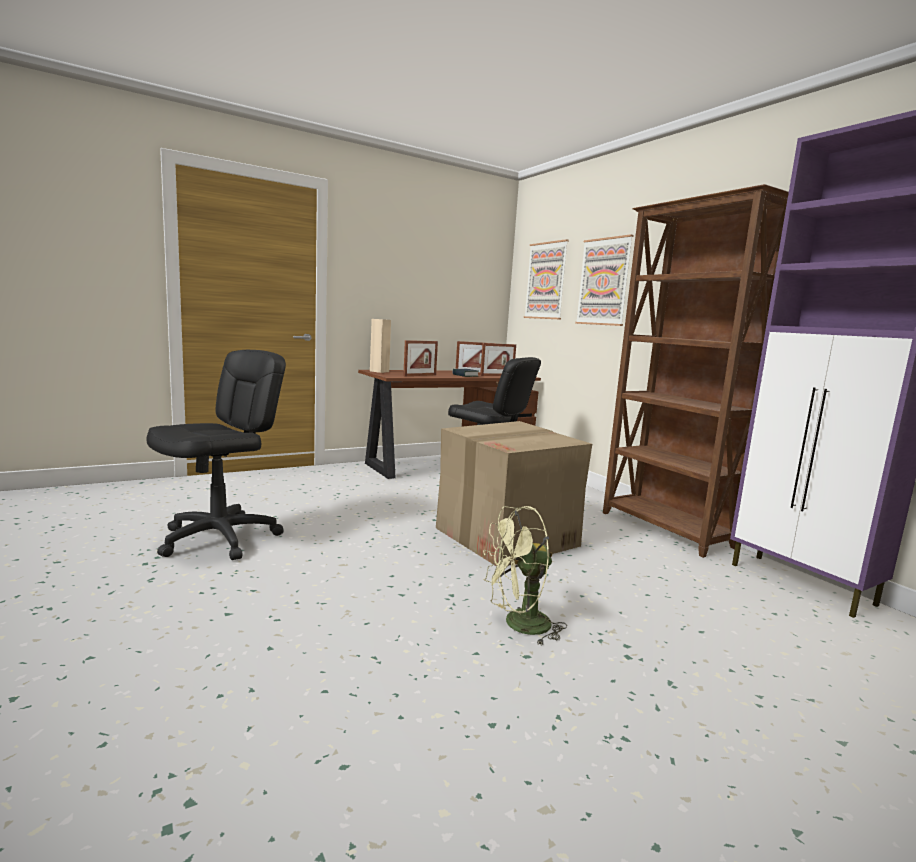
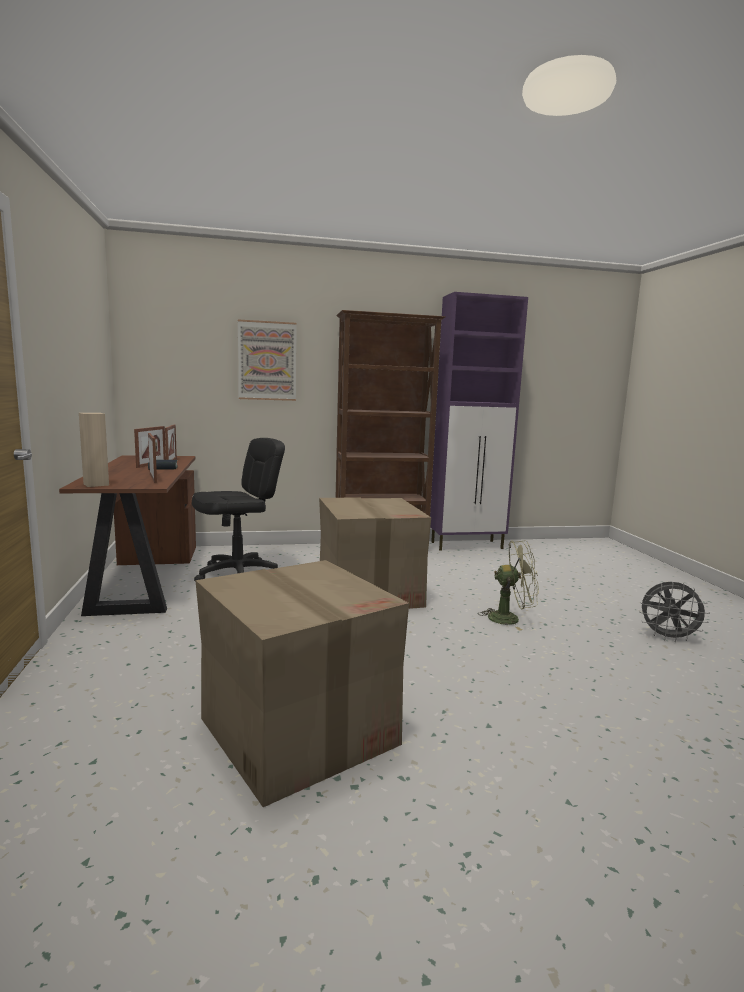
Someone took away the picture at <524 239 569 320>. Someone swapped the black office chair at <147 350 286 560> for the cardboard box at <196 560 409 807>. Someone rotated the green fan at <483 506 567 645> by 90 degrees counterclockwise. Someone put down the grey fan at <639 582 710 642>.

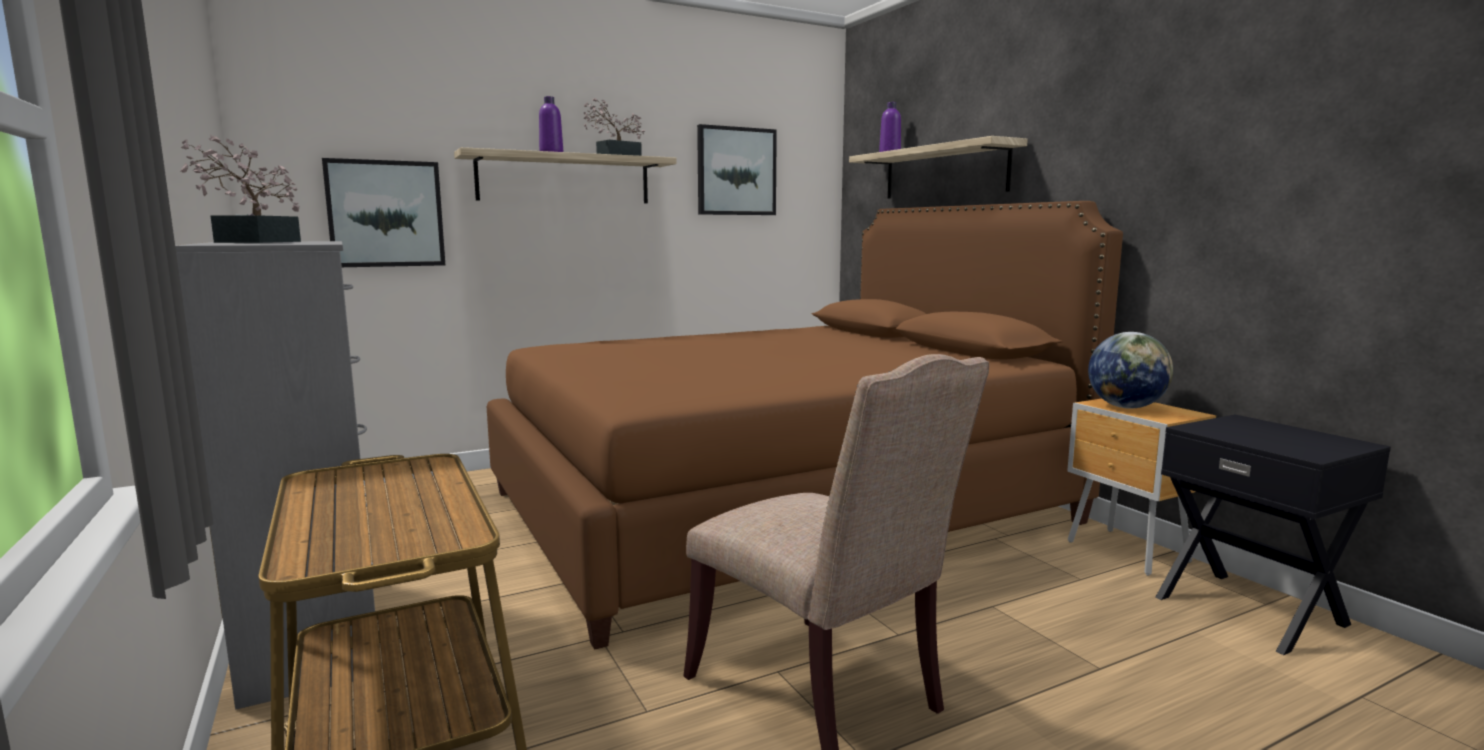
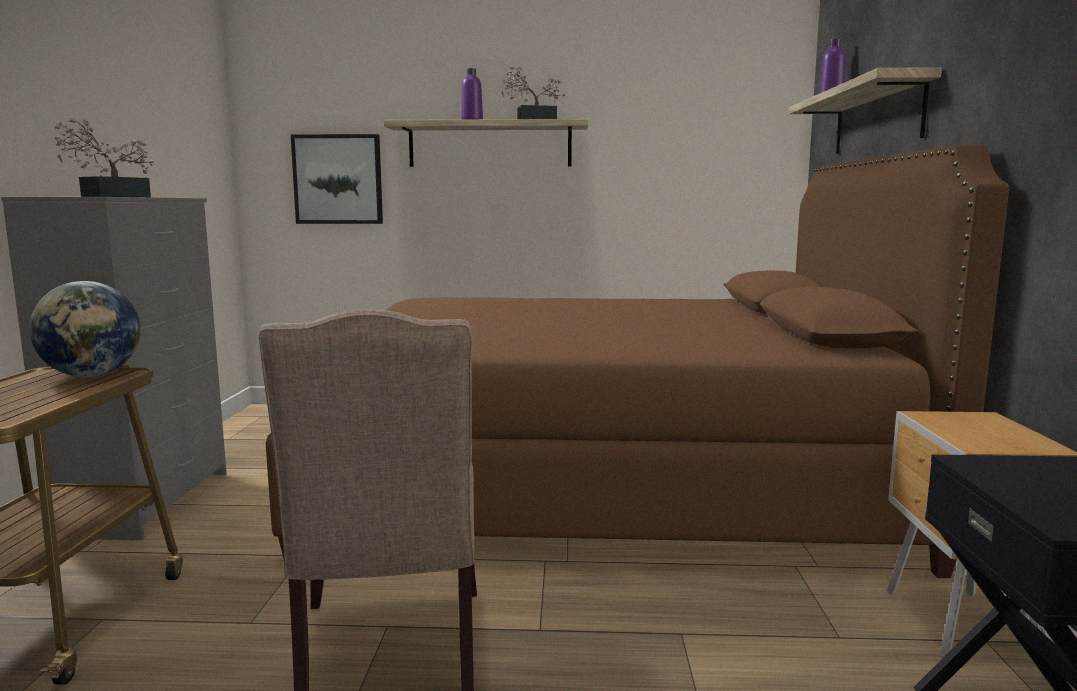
Someone took away the picture at <697 124 777 215>. Someone carried the globe from <1088 332 1173 409> to <29 281 141 377>.

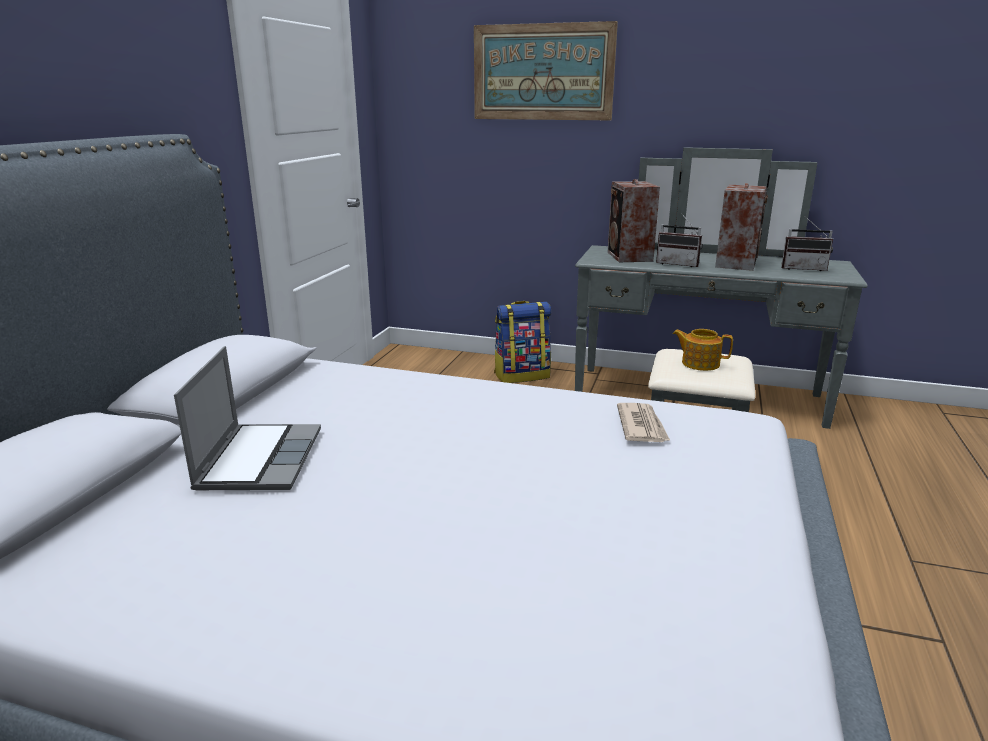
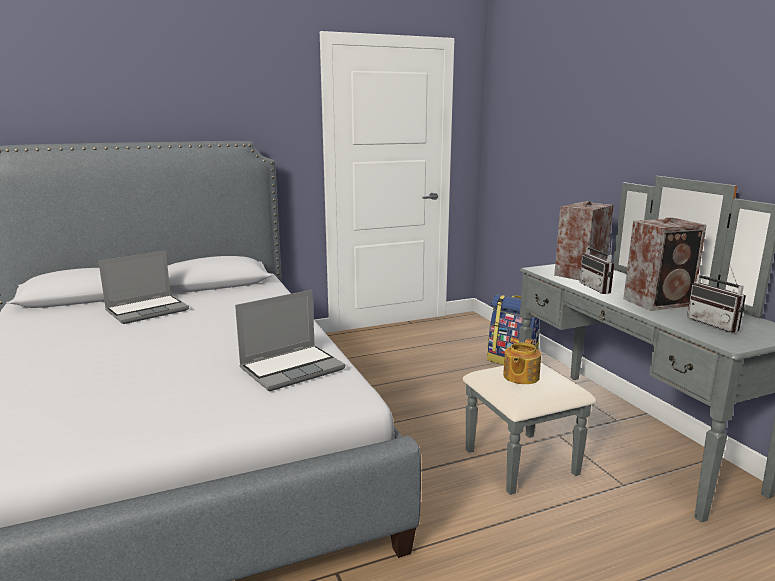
Someone took away the picture at <474 21 618 120>. Someone rotated the teapot at <673 329 733 371> by 135 degrees counterclockwise. Someone swapped the newspaper at <617 403 670 442> for the laptop at <235 290 346 391>.

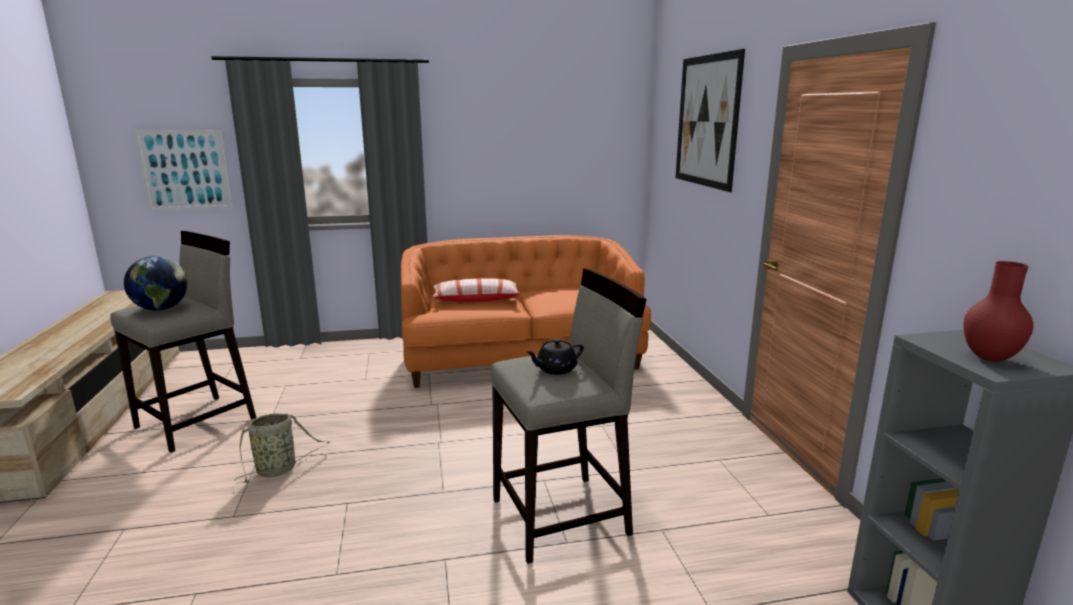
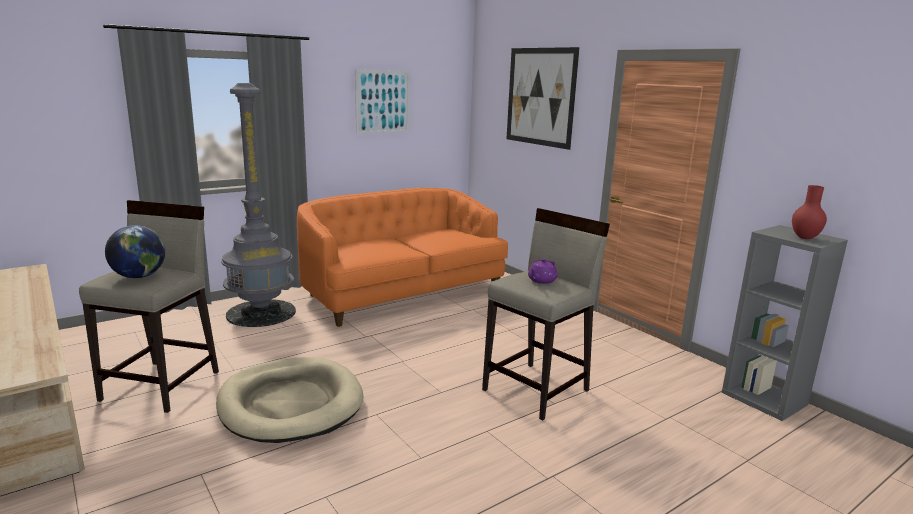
Someone carried the picture from <134 130 232 210> to <355 70 410 134>. Someone took away the pillow at <433 279 521 302>. Someone repainted the black teapot at <526 339 583 375>, which became the purple teapot at <528 259 557 284>. Someone swapped the basket at <234 413 330 483> for the beige dog bed at <216 357 363 443>. Someone put down the grey floor lamp at <221 83 296 327>.

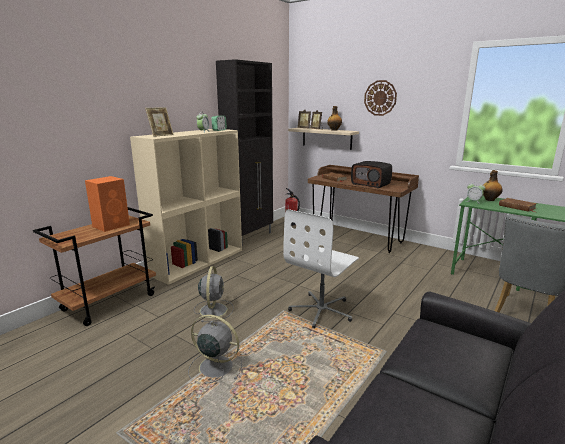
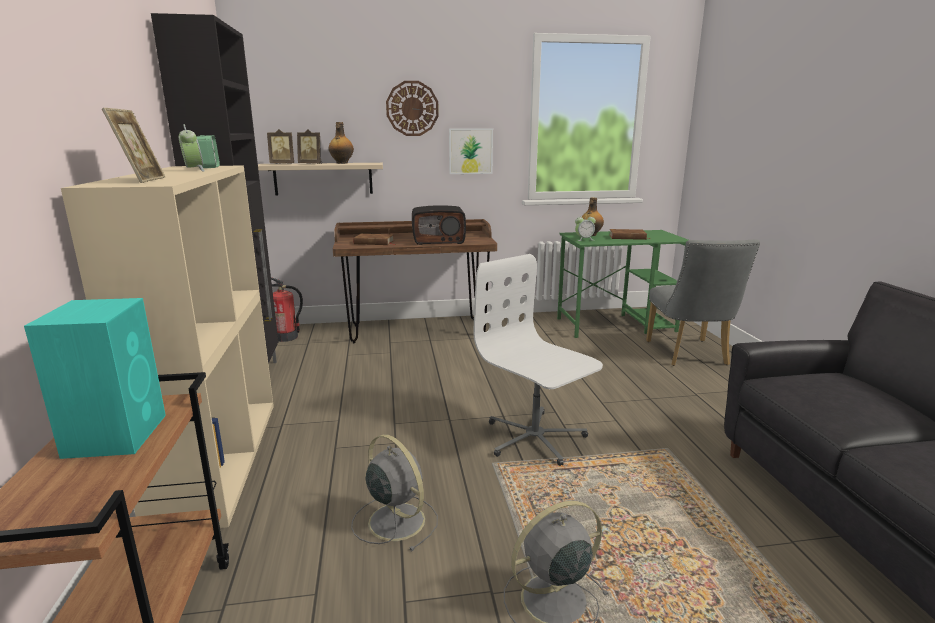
Someone repainted the orange speaker at <85 176 130 232>, which became the turquoise speaker at <24 298 166 459>. Someone rotated the white office chair at <283 209 359 328> by 150 degrees clockwise. Someone put up the picture at <449 128 493 174>.

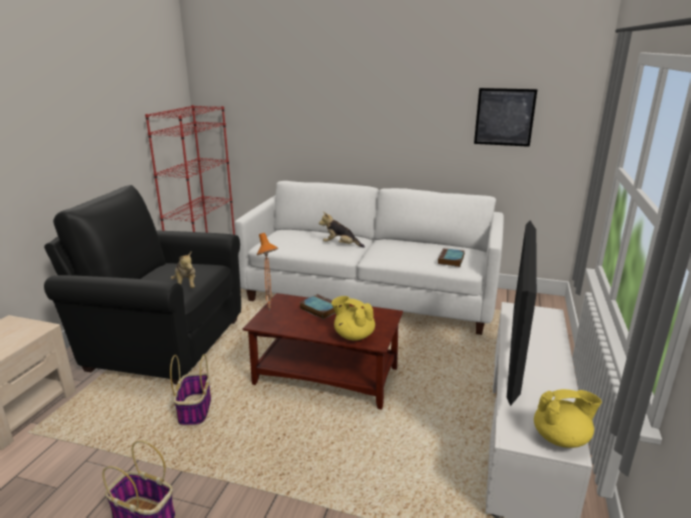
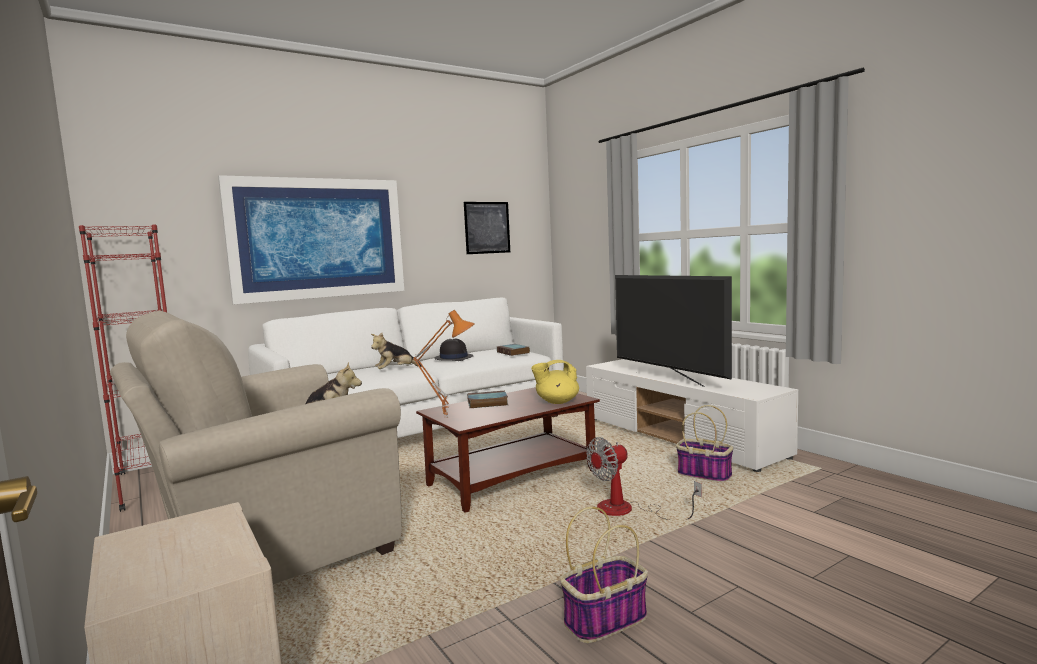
Someone repainted the black armchair at <44 185 241 385>, which became the beige armchair at <110 310 402 584>. Someone carried the basket from <170 354 211 426> to <676 405 733 482>. Someone took away the yellow teapot at <534 389 602 448>. Someone put up the picture at <218 175 404 304>. Someone put down the black hat at <434 339 473 361>. Someone put down the fan at <586 437 702 520>.

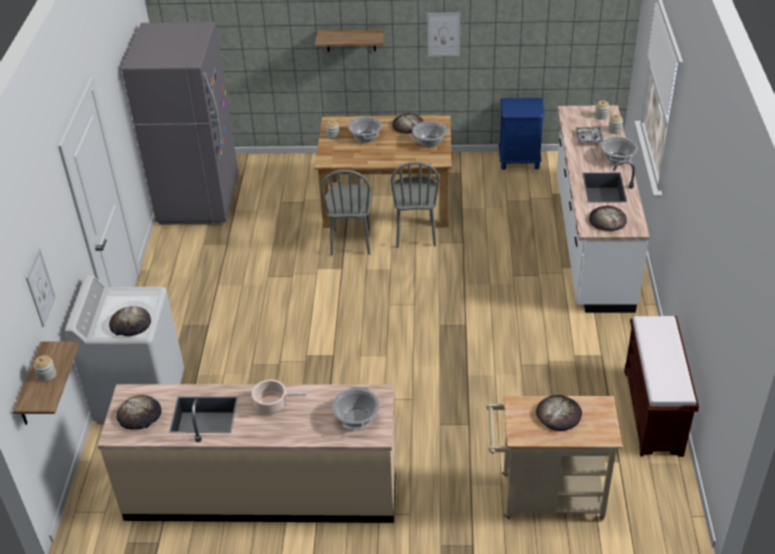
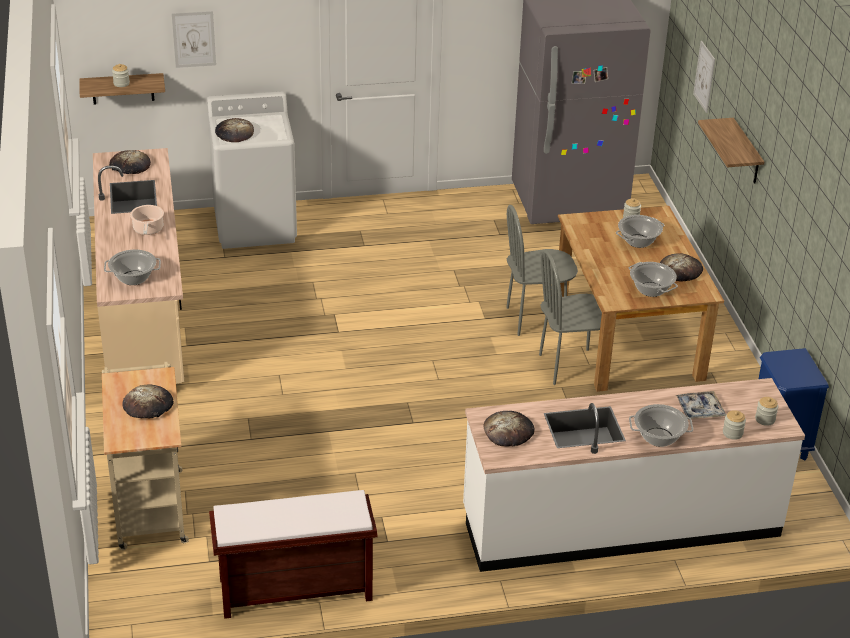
Someone carried the picture from <427 13 460 56> to <693 41 715 113>.

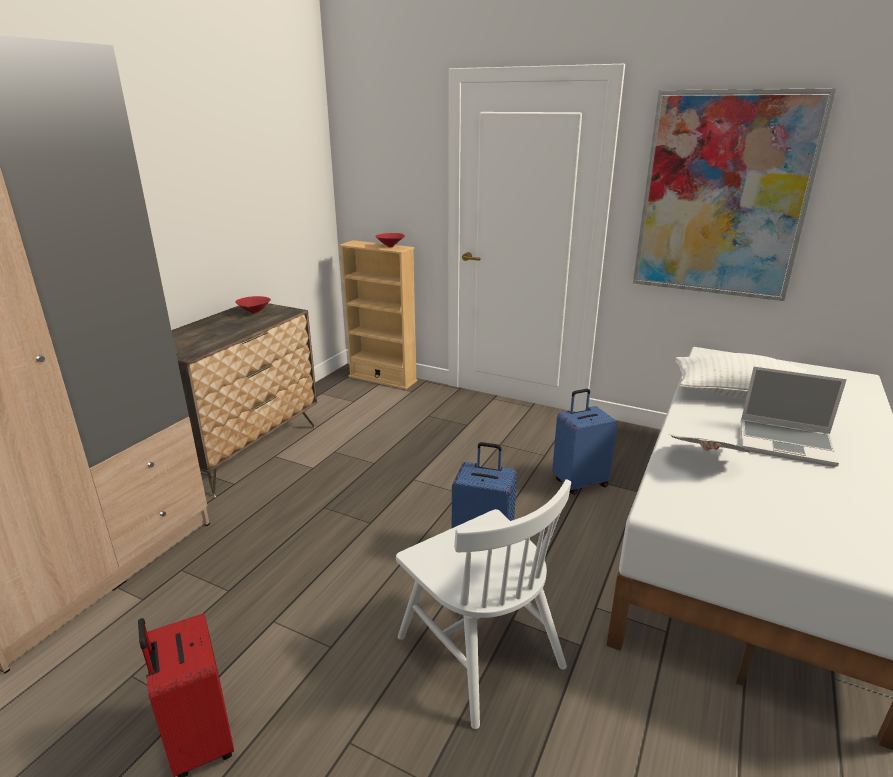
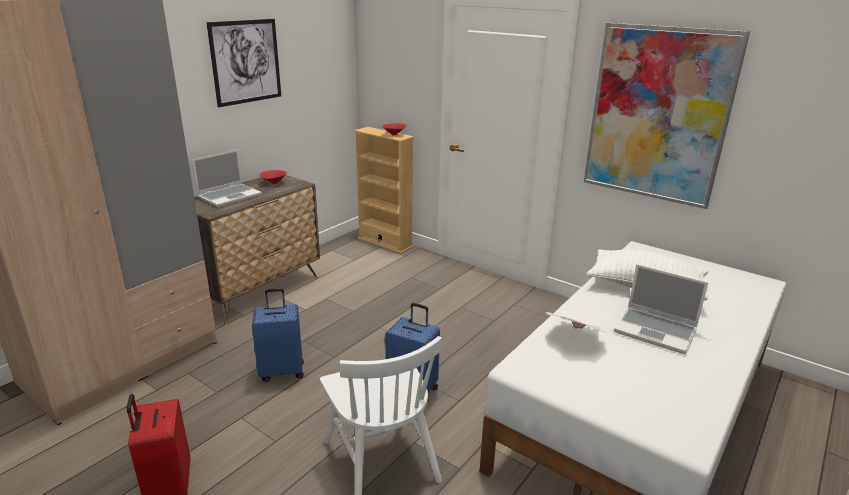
Someone carried the blue suitcase from <552 389 617 495> to <252 288 304 382>. Someone put up the picture at <206 19 281 107>. Someone put down the laptop at <192 150 262 207>.

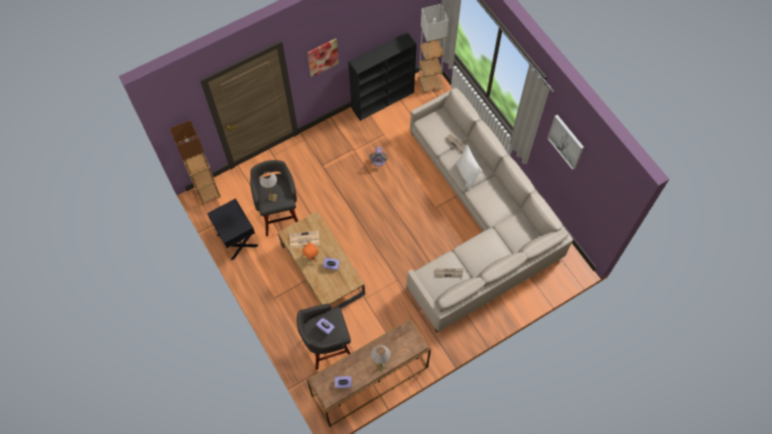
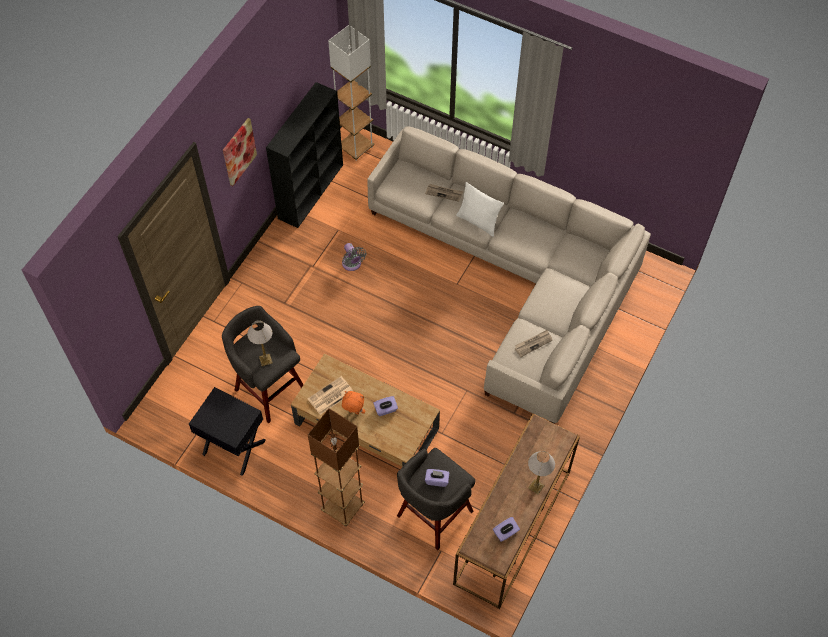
Someone took away the picture at <547 115 584 170>. Someone carried the brown floor lamp from <169 120 221 204> to <308 408 365 526>.

